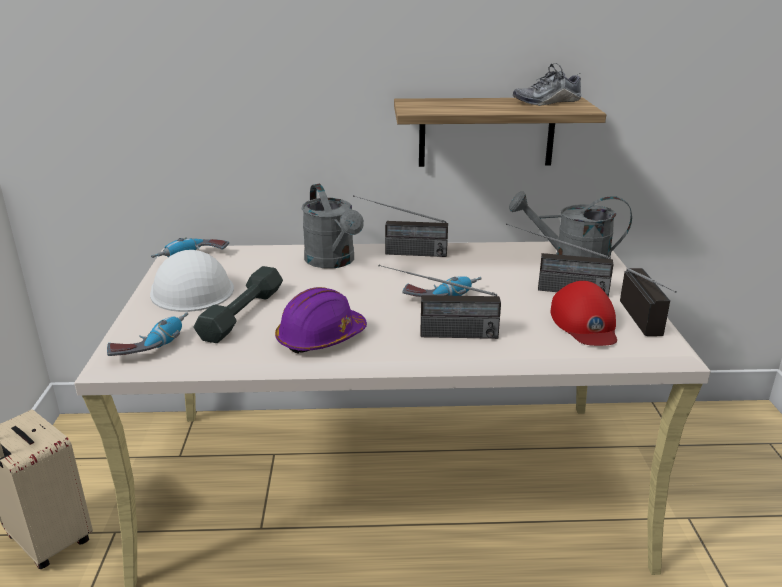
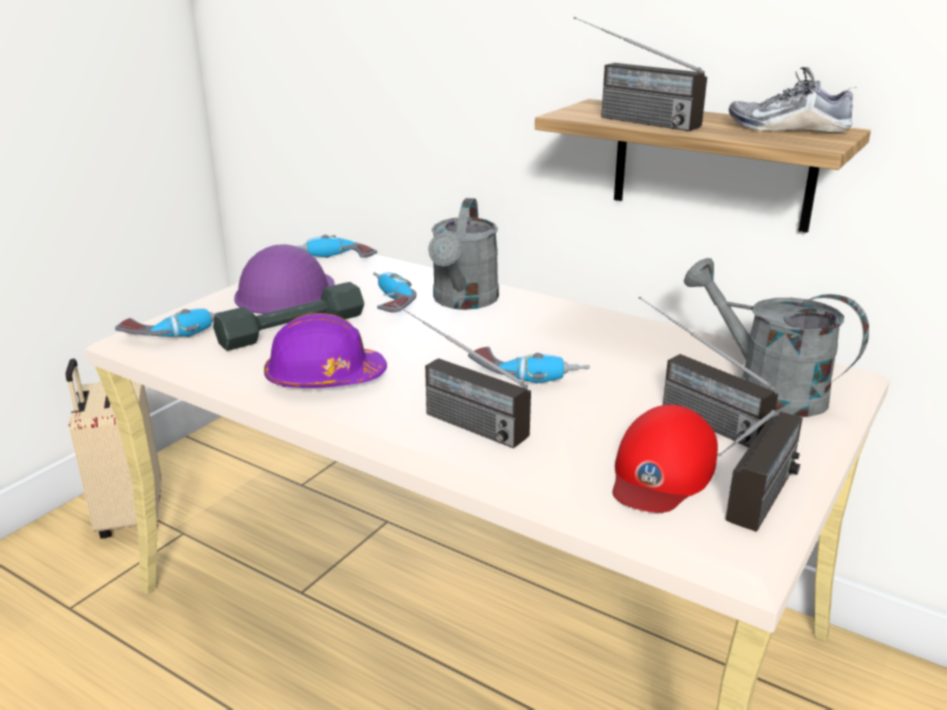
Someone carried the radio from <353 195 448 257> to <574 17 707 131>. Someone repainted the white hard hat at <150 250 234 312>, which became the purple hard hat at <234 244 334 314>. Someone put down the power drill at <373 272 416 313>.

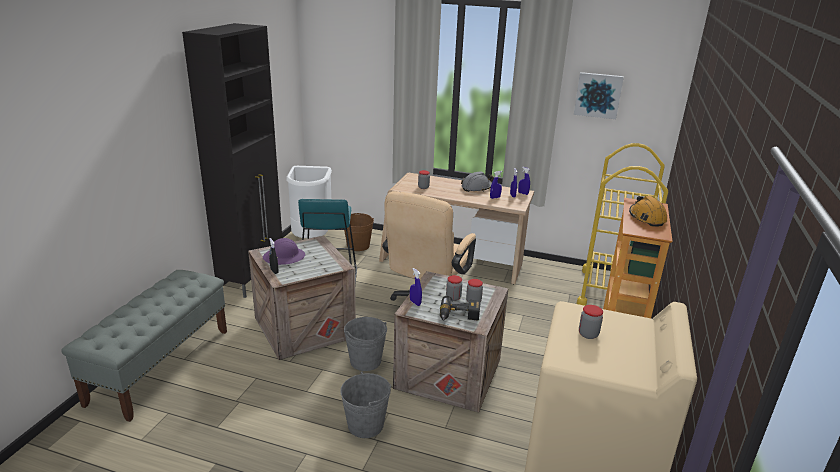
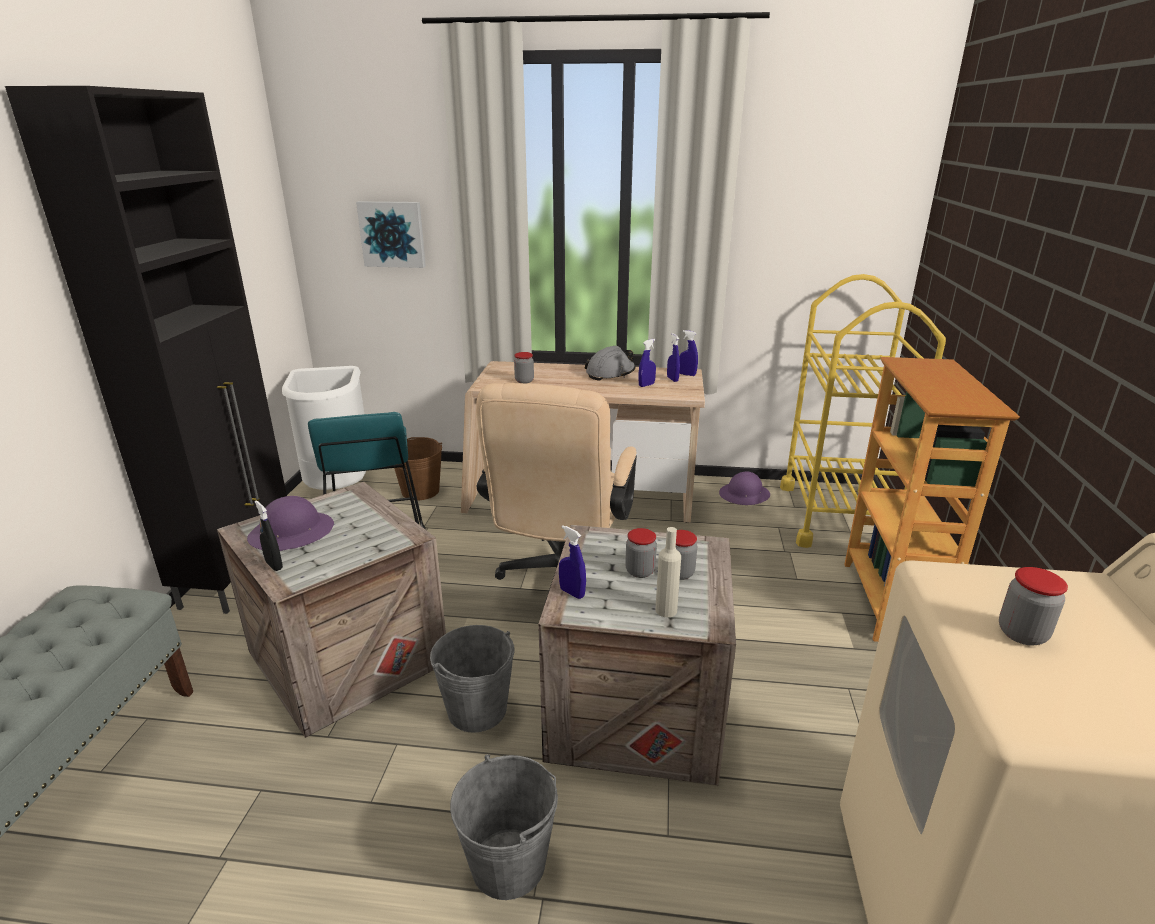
Someone carried the picture from <574 72 624 119> to <356 201 426 268>. Someone took away the orange hard hat at <629 196 667 227>. Someone swapped the power drill at <440 296 481 321> for the beige bottle at <655 527 681 617>. Someone put down the purple hard hat at <719 471 770 505>.

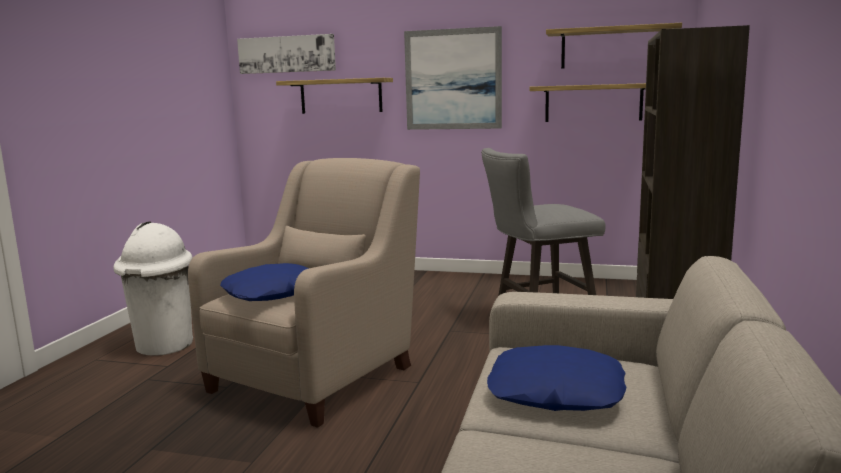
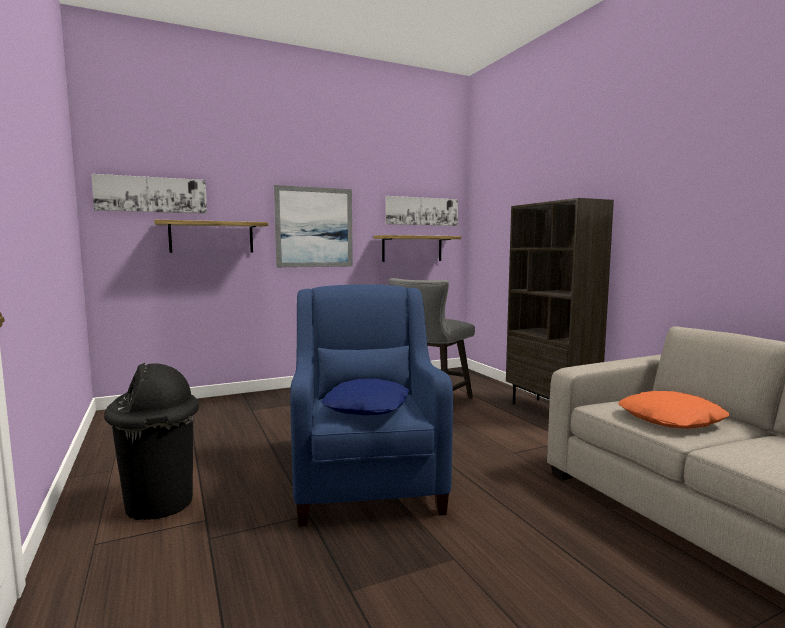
Someone swapped the shelf at <546 23 682 69> for the picture at <386 196 458 226>. Someone repainted the beige armchair at <188 158 420 428>, which became the blue armchair at <290 284 453 526>. Someone repainted the white trash can at <113 222 193 356>, which became the black trash can at <104 363 199 520>. Someone repainted the blue pillow at <487 345 626 411>, which became the orange pillow at <618 391 730 429>.

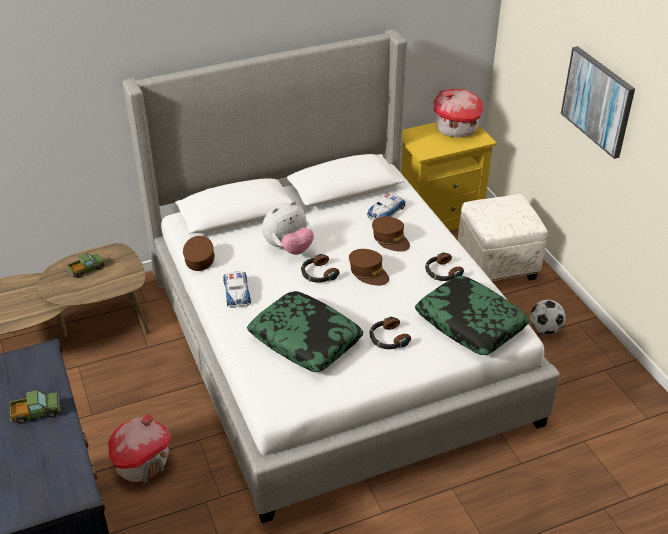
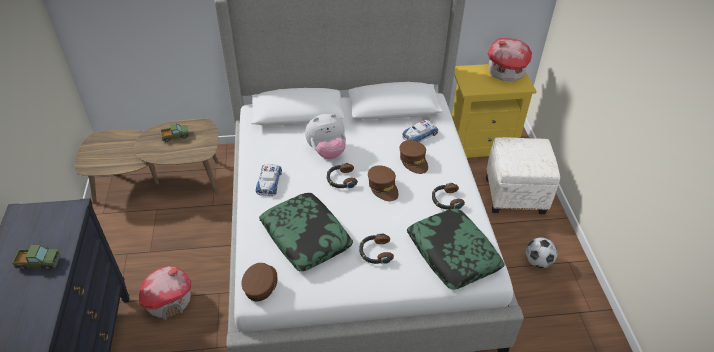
Someone took away the picture at <561 46 635 159>. Someone carried the brown cap from <183 236 215 271> to <242 263 277 302>.

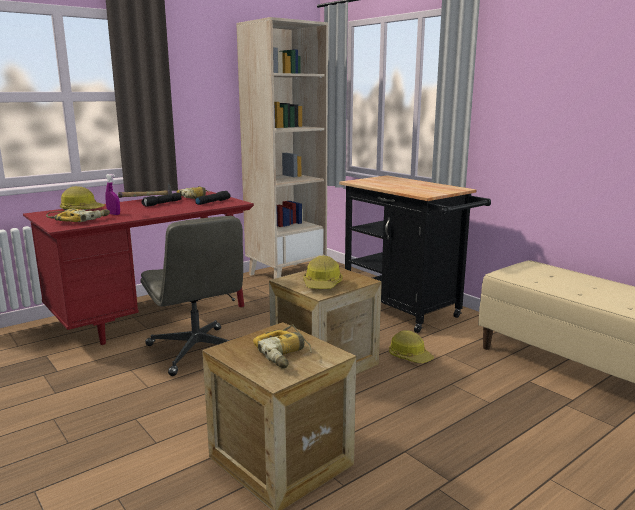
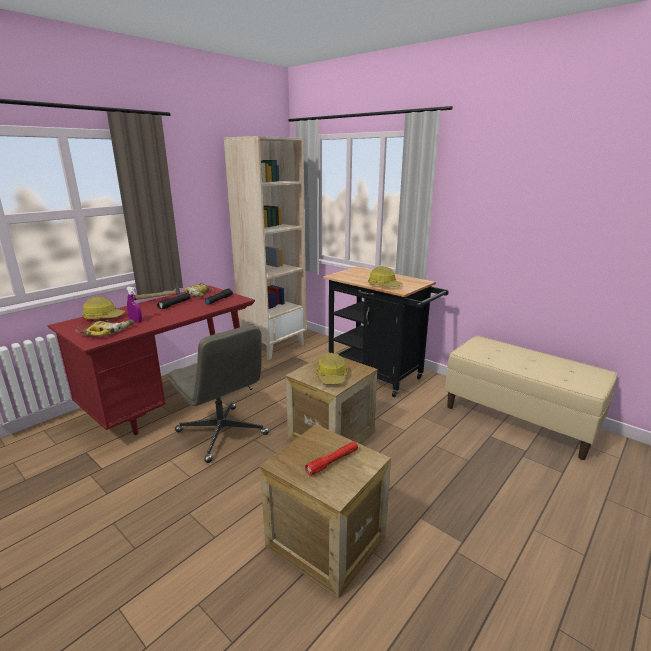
Someone swapped the power drill at <253 324 312 368> for the red flashlight at <305 442 358 476>. Someone carried the hard hat from <389 330 434 363> to <368 266 403 287>.

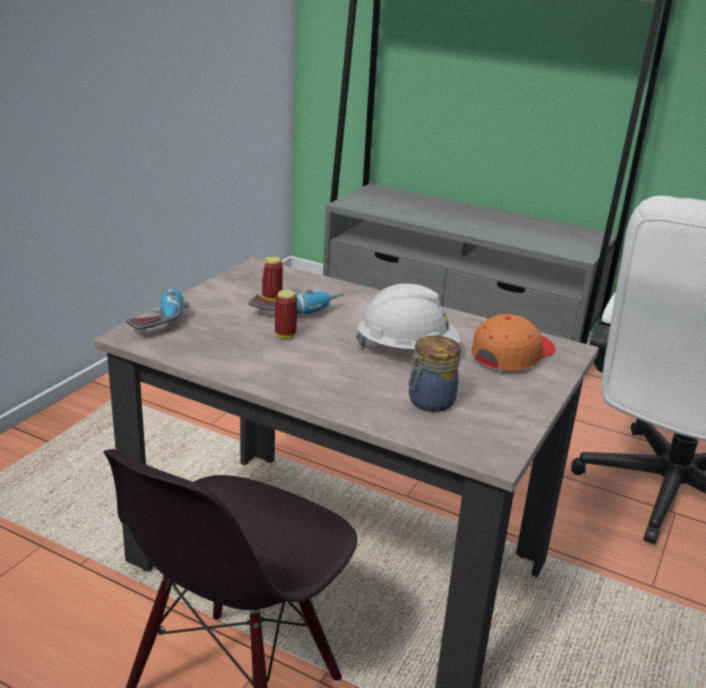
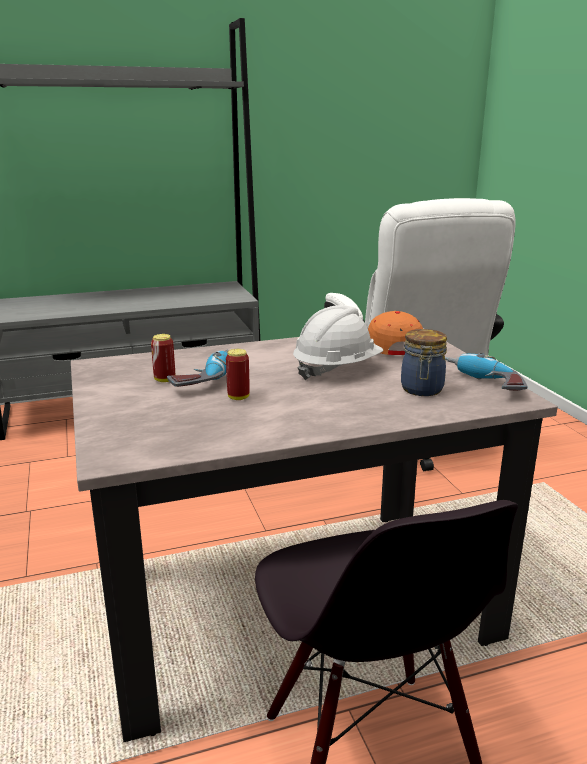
Someone carried the power drill from <126 286 189 330> to <445 353 528 391>.

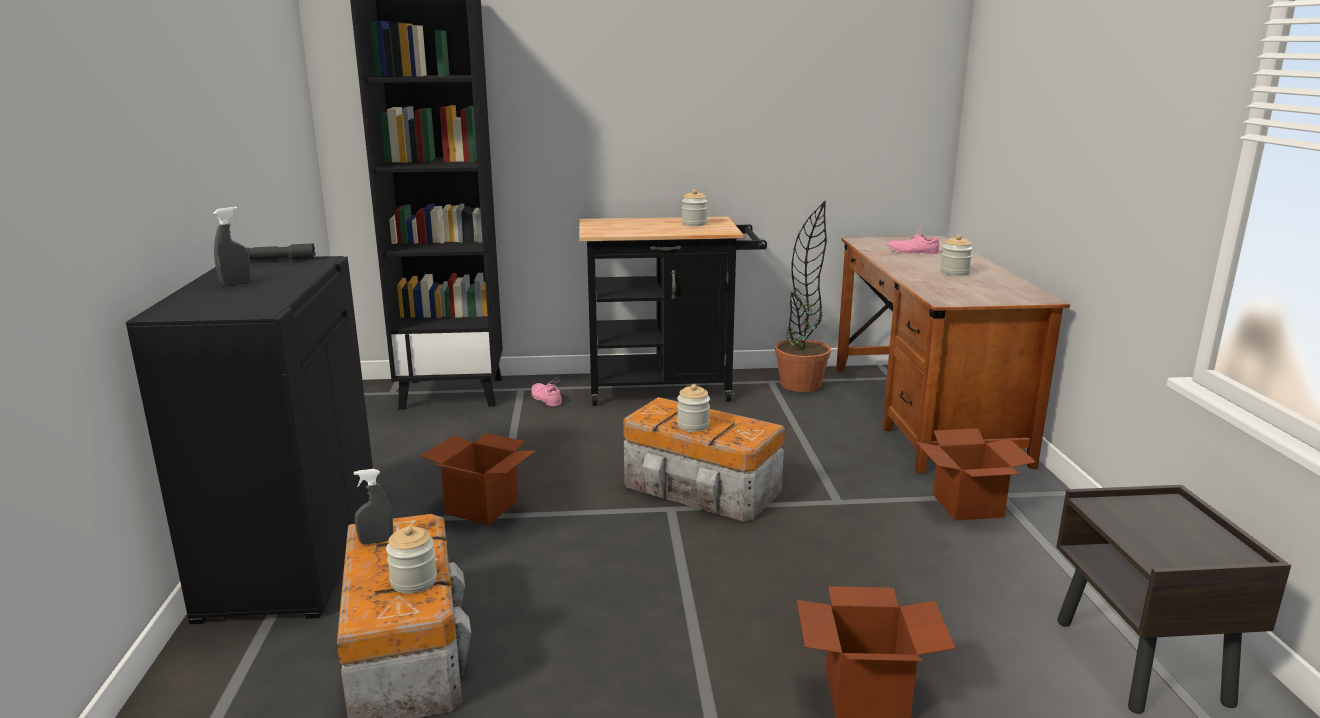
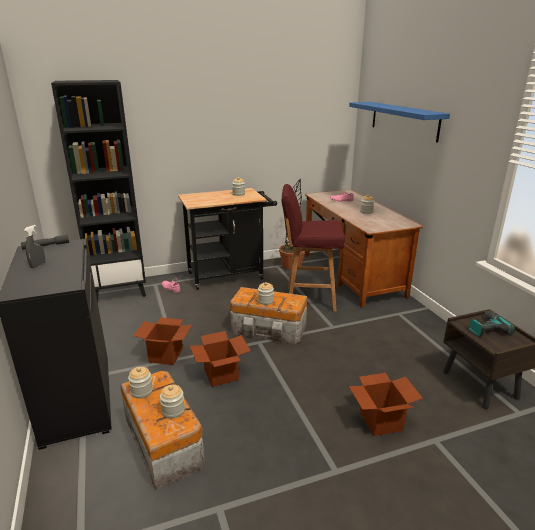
Someone carried the cardboard box from <916 428 1036 521> to <190 331 251 387>. Someone swapped the grey spray bottle at <354 469 393 544> for the jar at <128 367 153 398>. Someone put up the blue shelf at <349 102 450 143>. Someone put down the red stool at <282 184 345 312>. Someone put down the power drill at <469 311 515 337>.

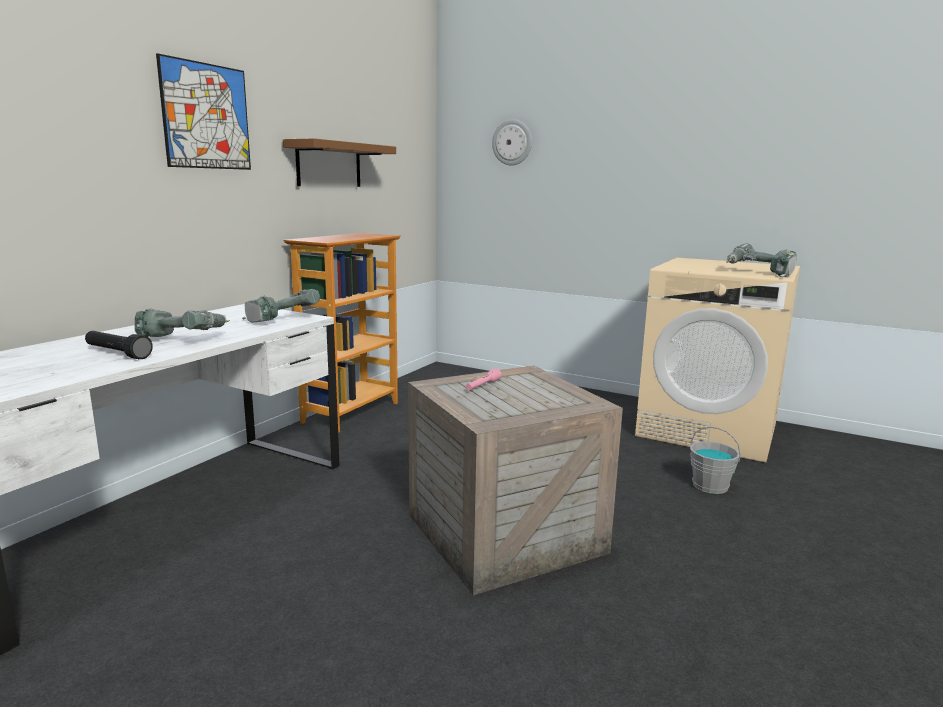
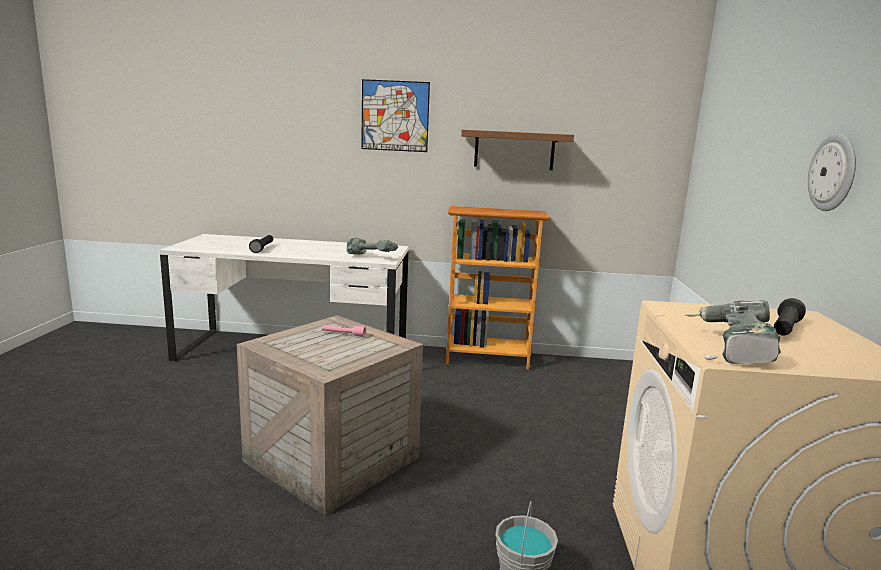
Someone carried the wall clock from <492 119 532 166> to <808 133 856 211>. Someone took away the power drill at <134 309 230 337>. Someone put down the black flashlight at <774 298 806 336>.

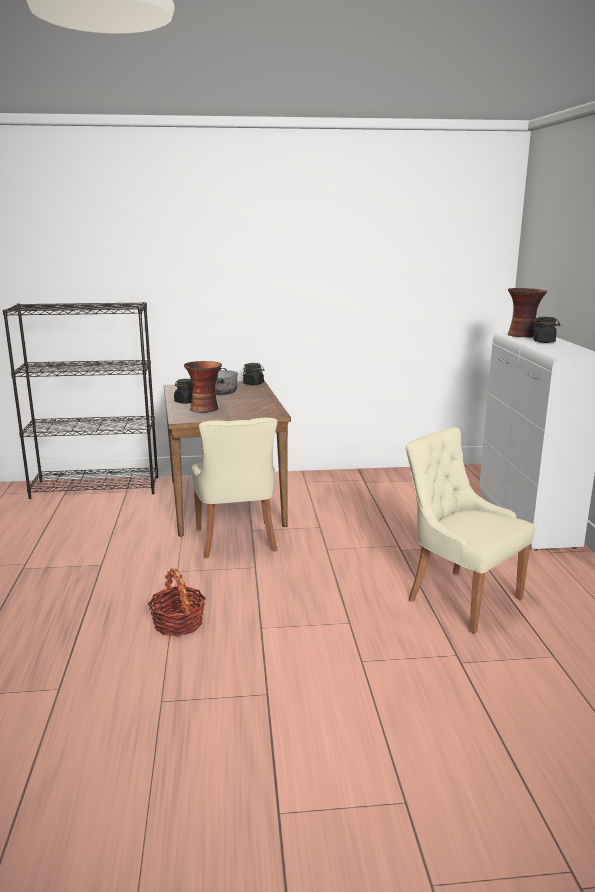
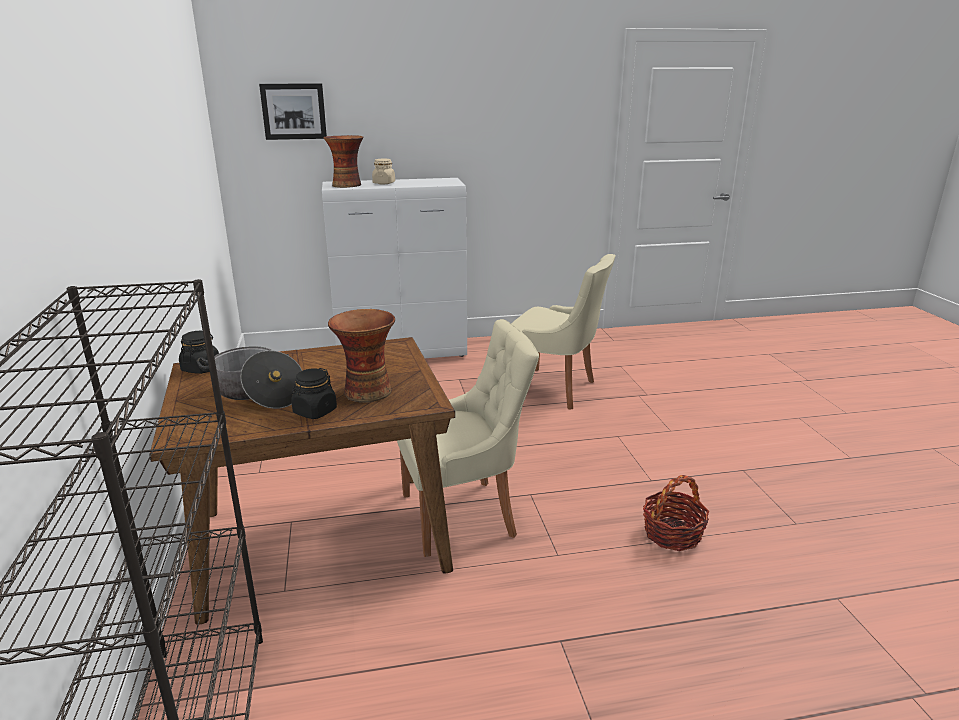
Someone repainted the black jar at <531 317 561 343>, which became the beige jar at <372 159 395 184>. Someone rotated the beige chair at <405 427 535 634> by 105 degrees counterclockwise. Someone put up the picture at <259 83 327 140>.

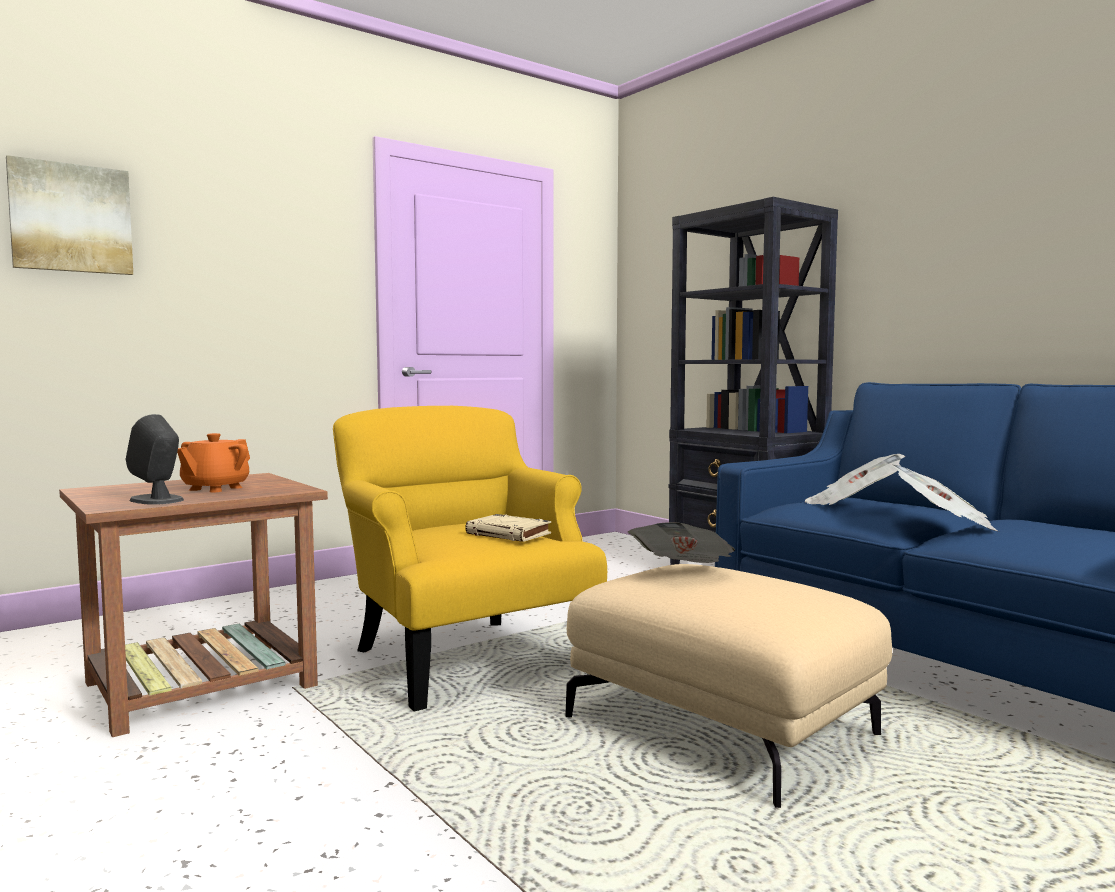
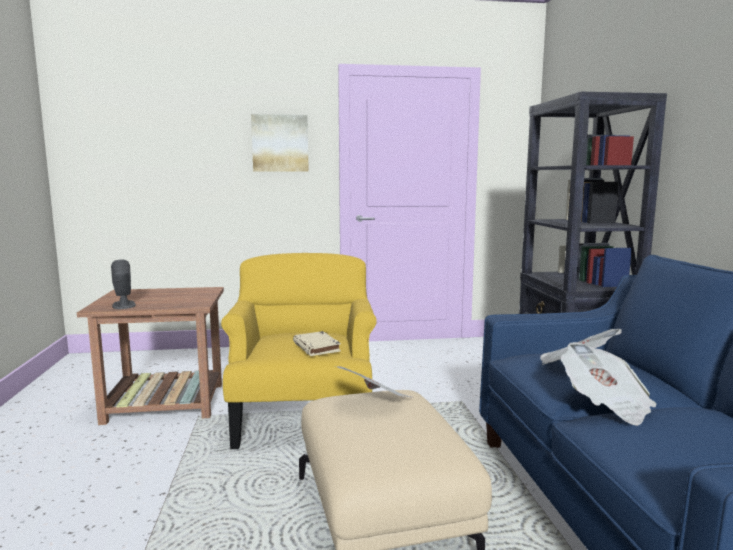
Someone carried the picture from <6 155 133 275> to <251 114 309 172>. Someone took away the orange teapot at <177 433 250 492>.

